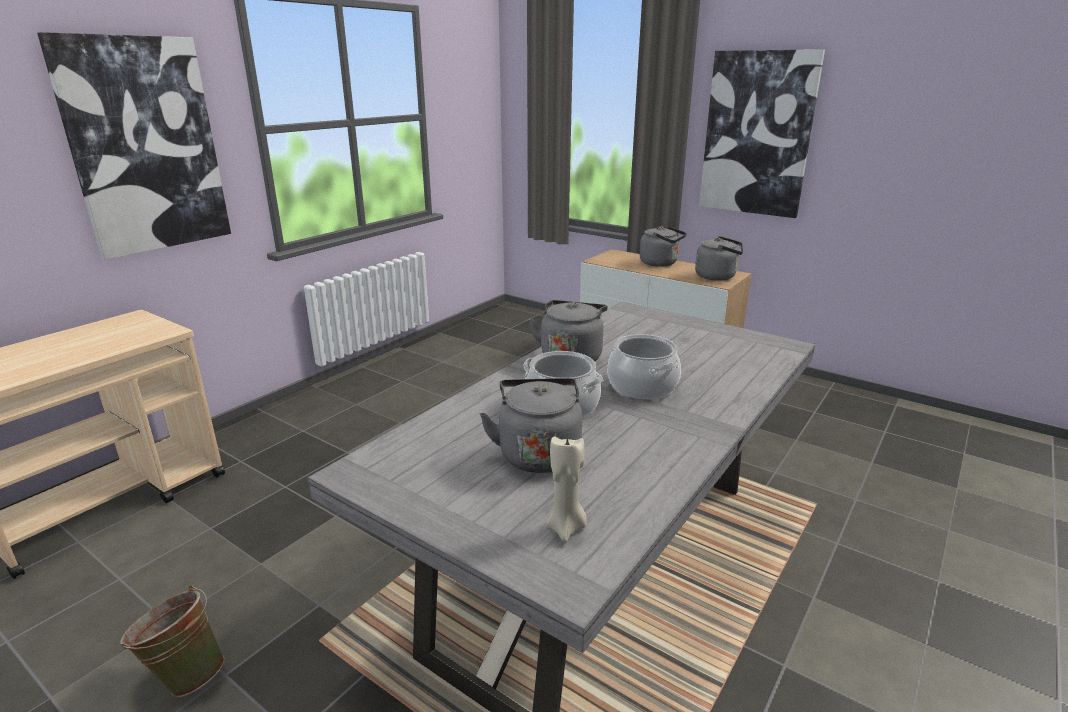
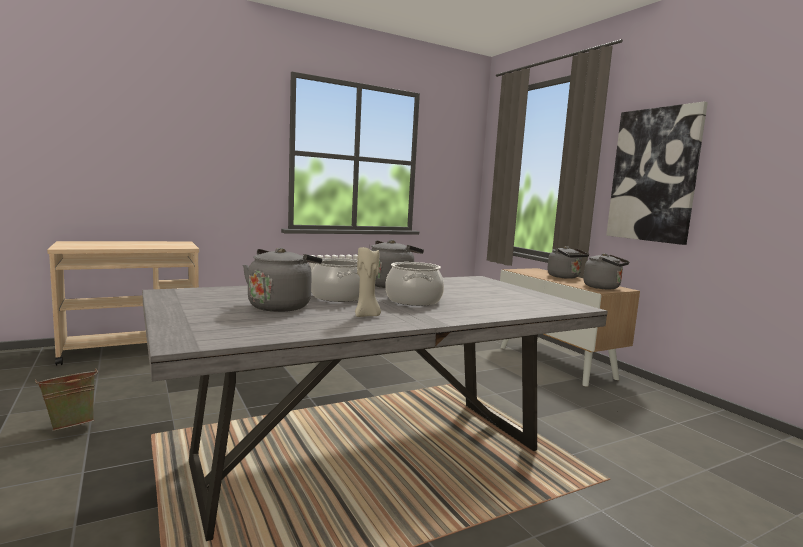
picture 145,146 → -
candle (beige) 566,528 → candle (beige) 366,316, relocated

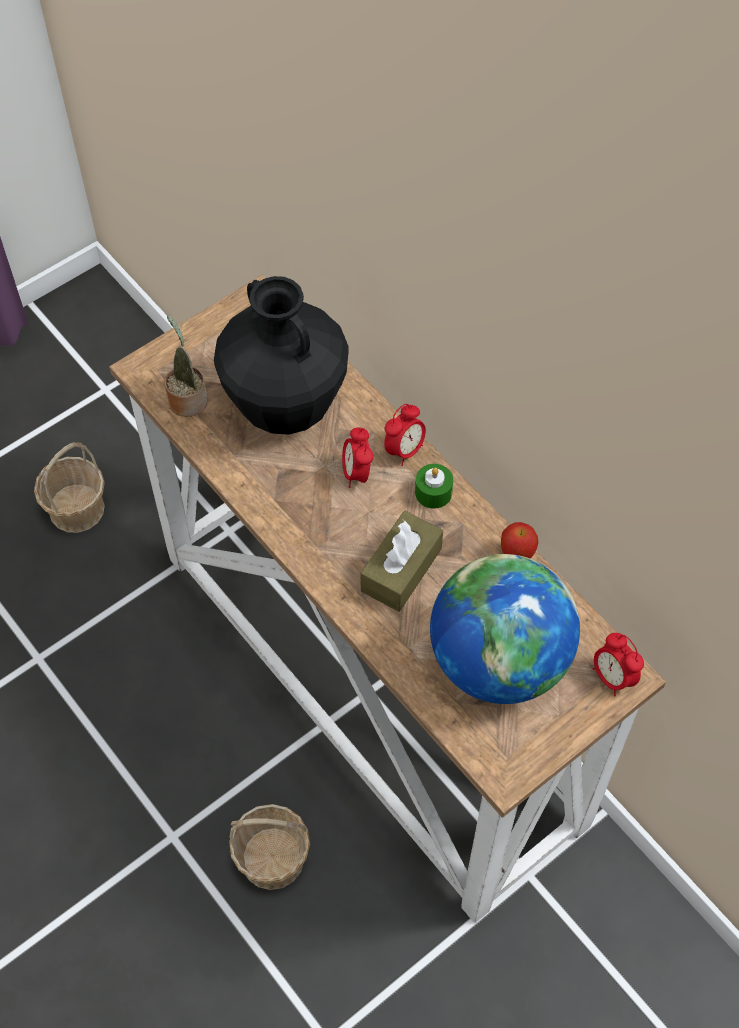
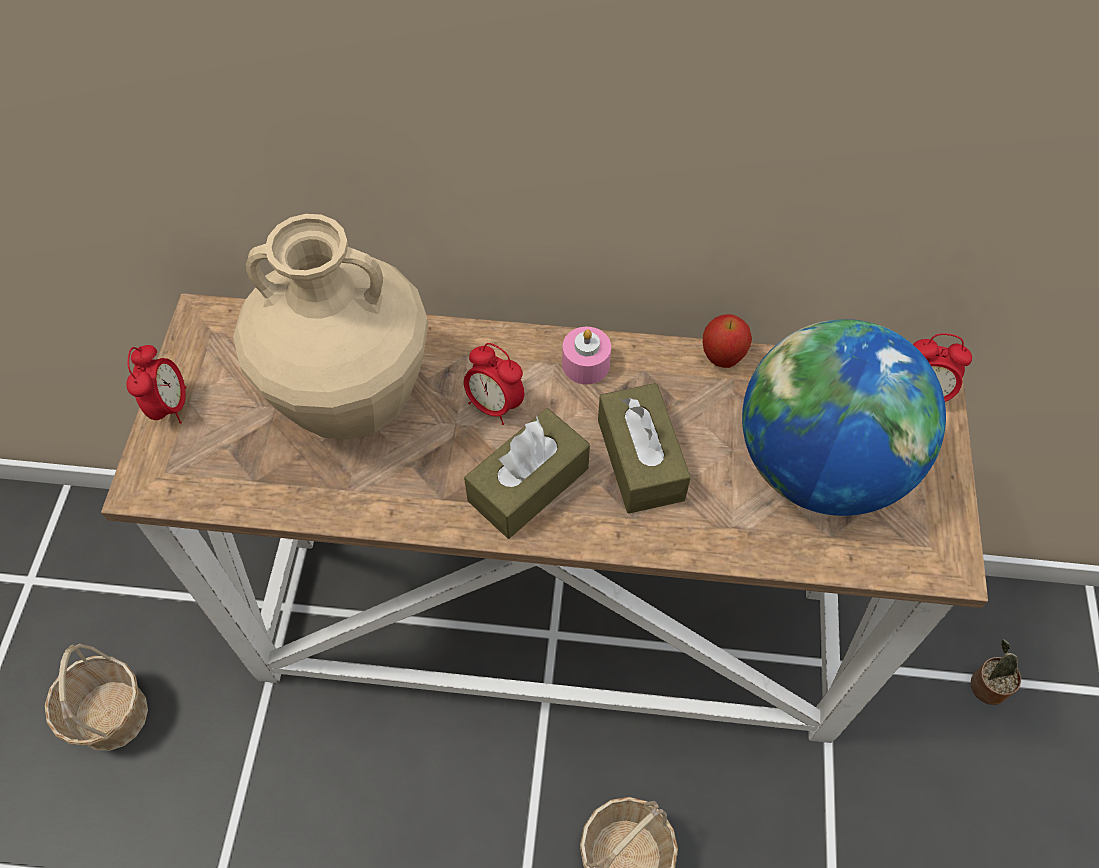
potted plant 187,399 → potted plant 986,684, relocated
vase (black) 285,407 → vase (beige) 351,401
alarm clock 404,450 → alarm clock 169,406, relocated
candle (green) 433,492 → candle (pink) 585,364
- → tissue box (brown) 528,484

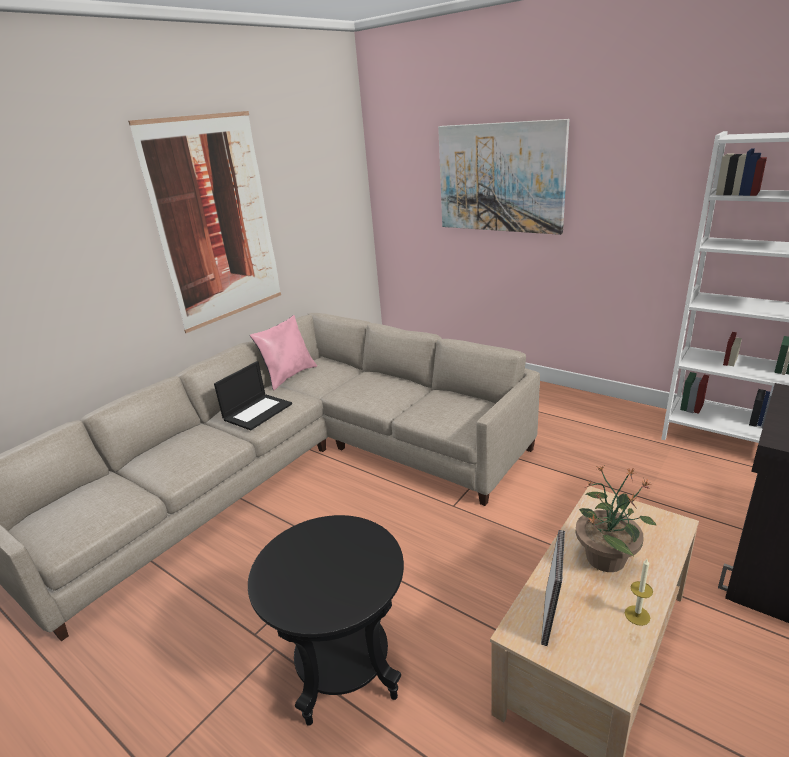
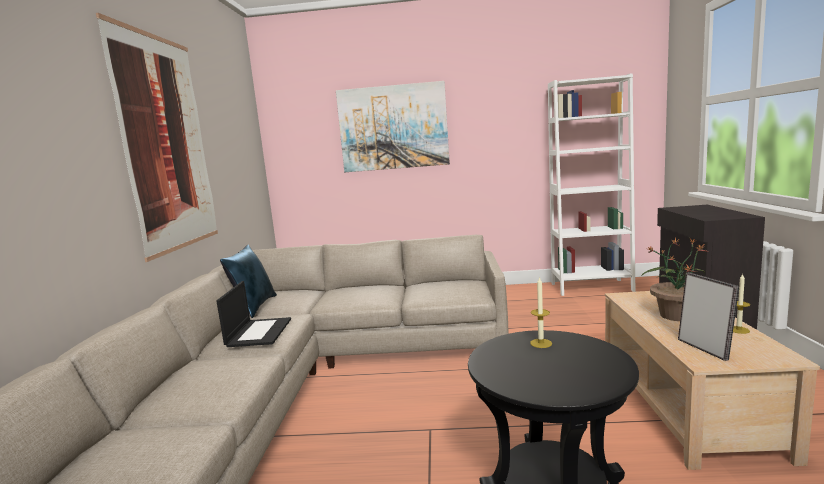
pillow (pink) 289,376 → pillow (blue) 254,307
- → candle 541,343

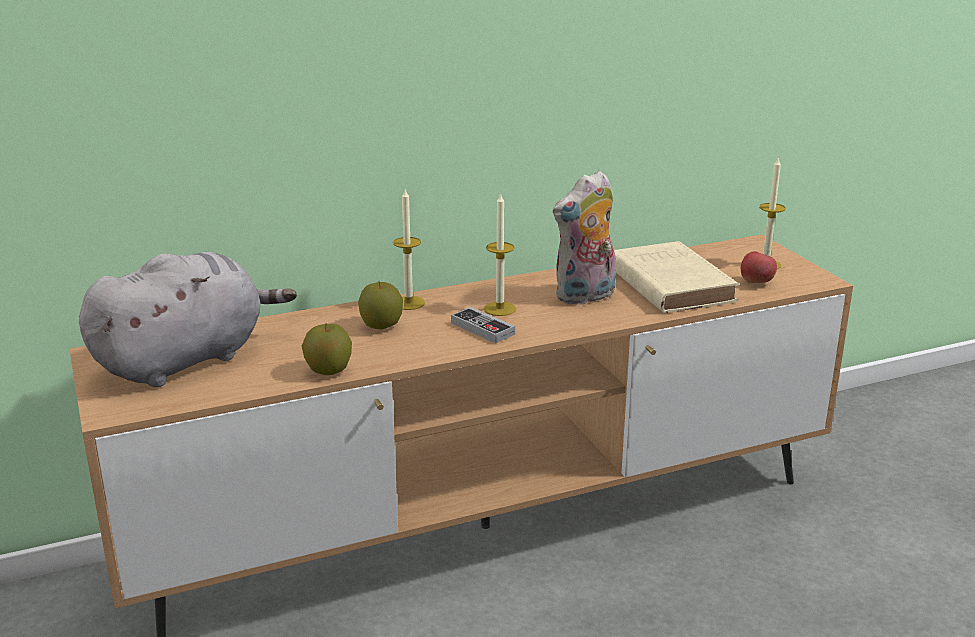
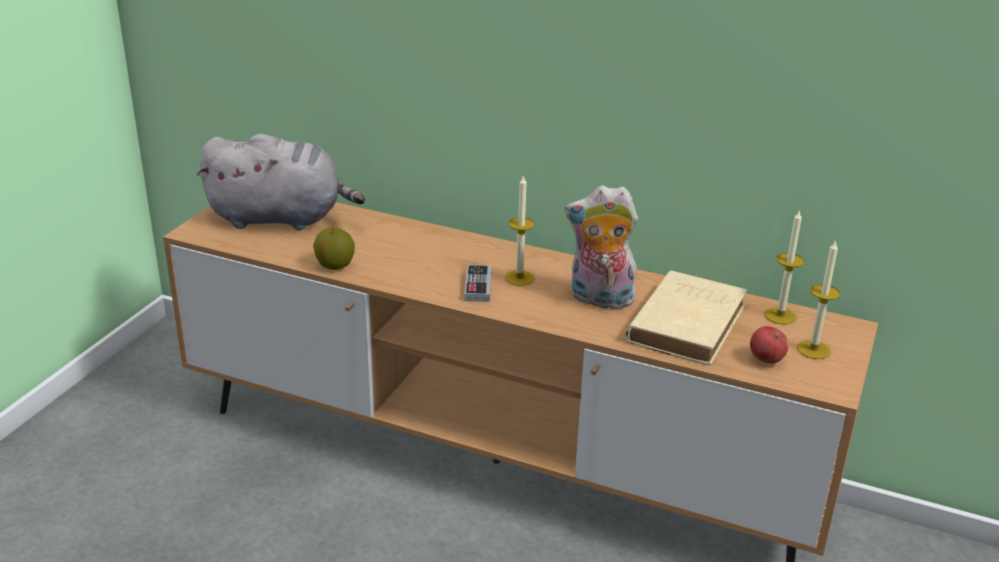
apple 381,326 → -
candle 409,303 → candle 780,316, relocated

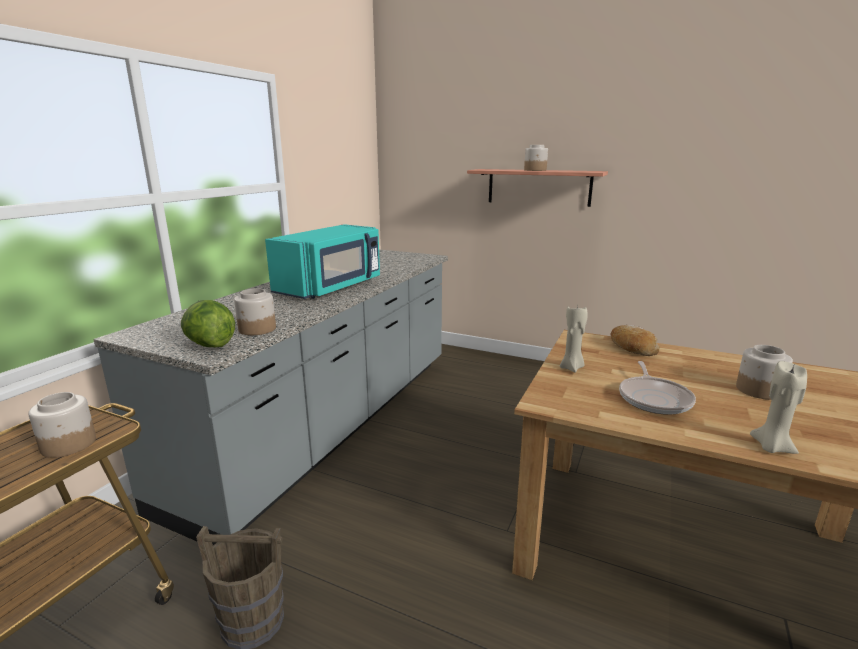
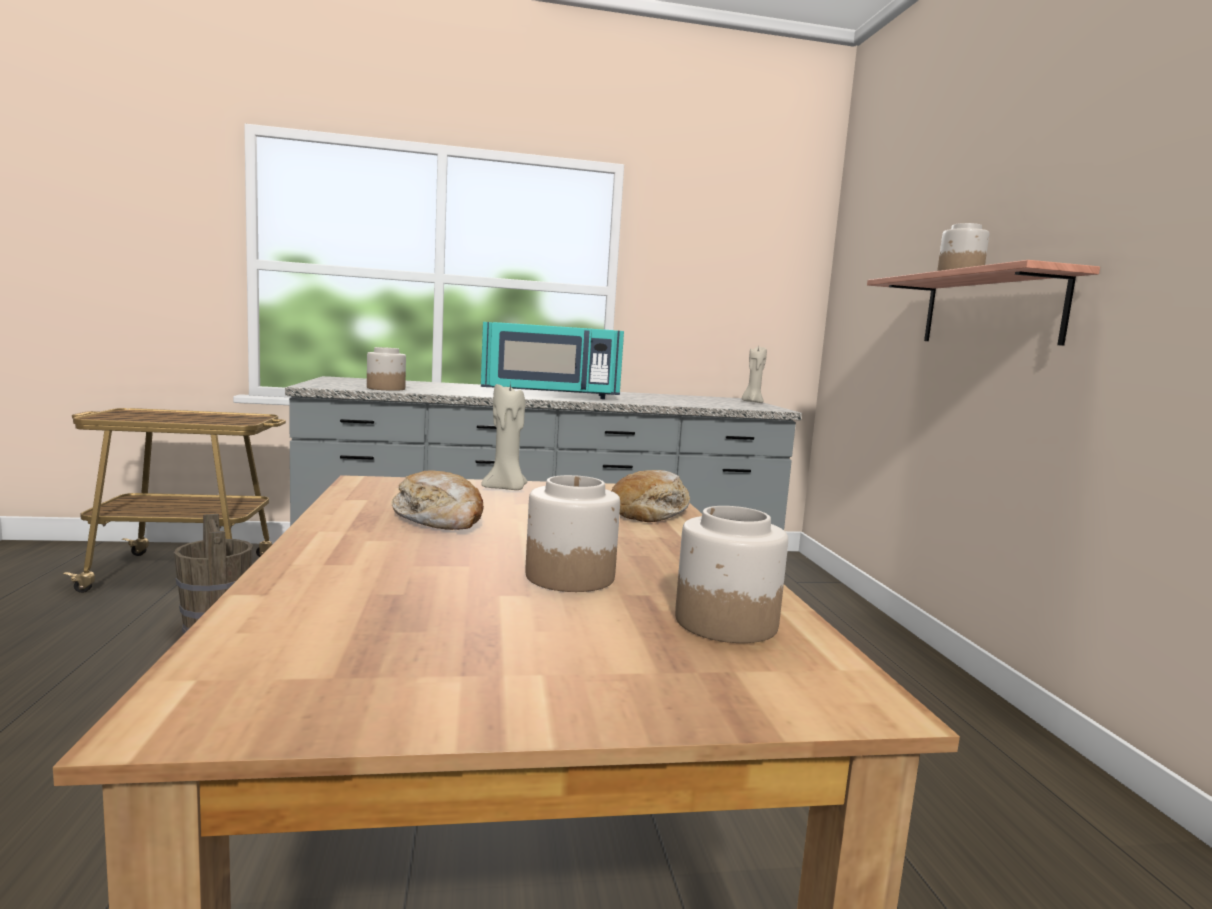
jar 68,444 → jar 724,622, relocated
lettuce 209,345 → -
frying pan 654,398 → bread 440,519
candle (beige) 771,447 → candle (beige) 752,402, relocated

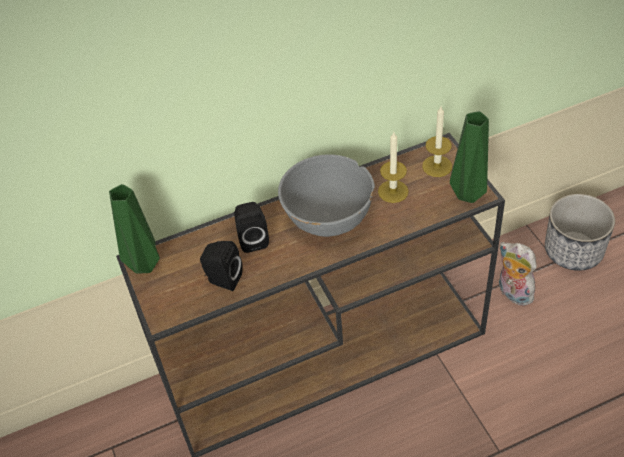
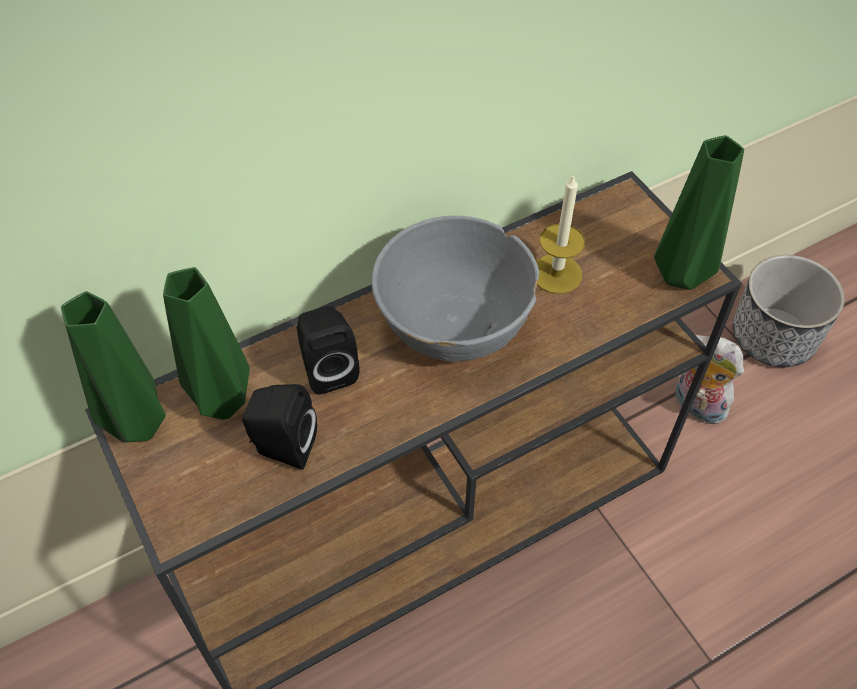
candle 437,166 → -
- → vase (green) 221,404

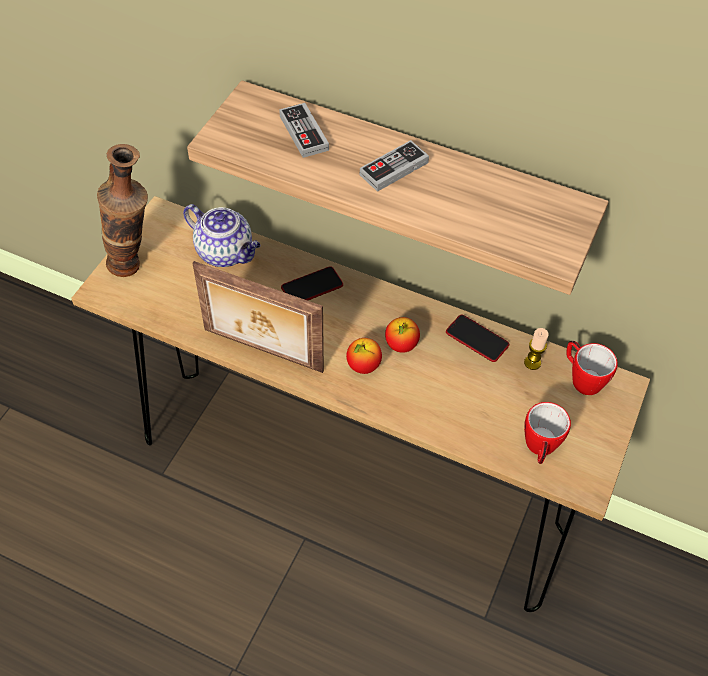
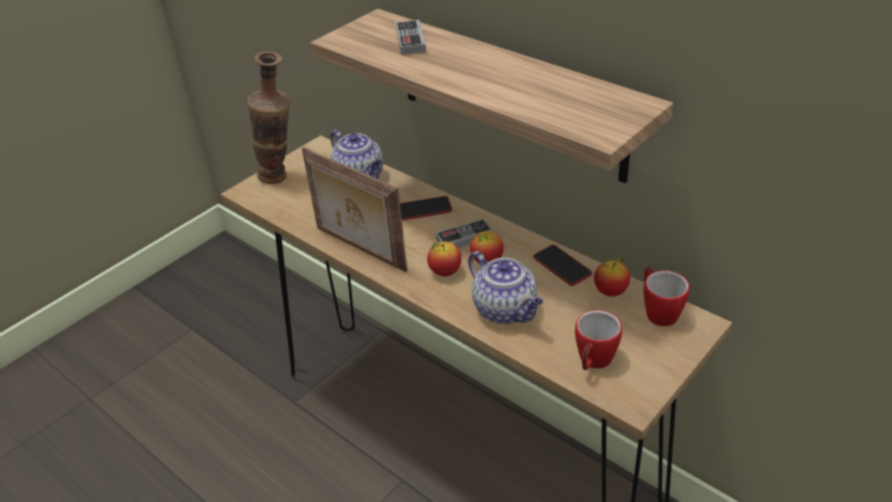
game controller 394,169 → game controller 464,238, relocated
candle 532,363 → apple 610,292
- → teapot 506,310

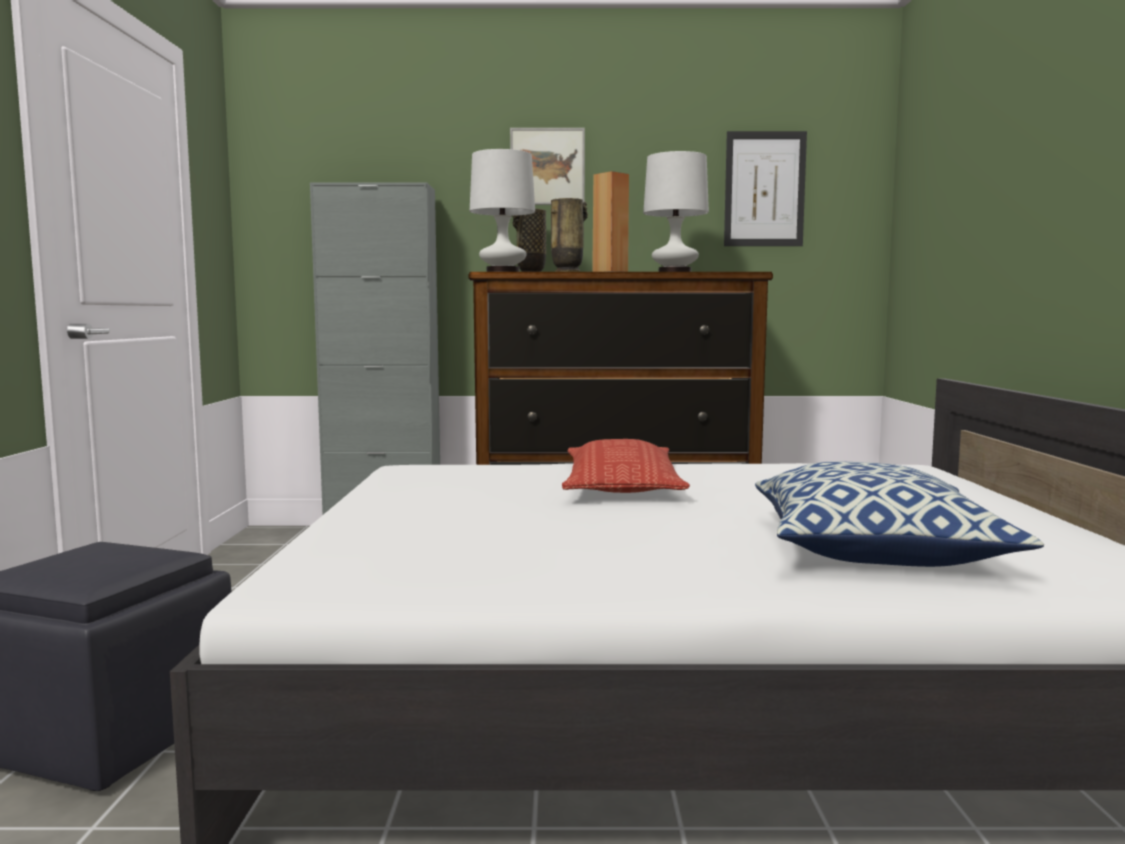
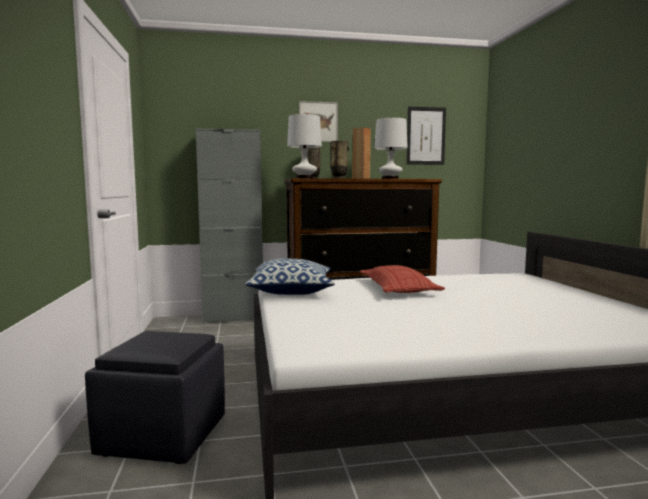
pillow 875,551 → pillow 291,291, relocated

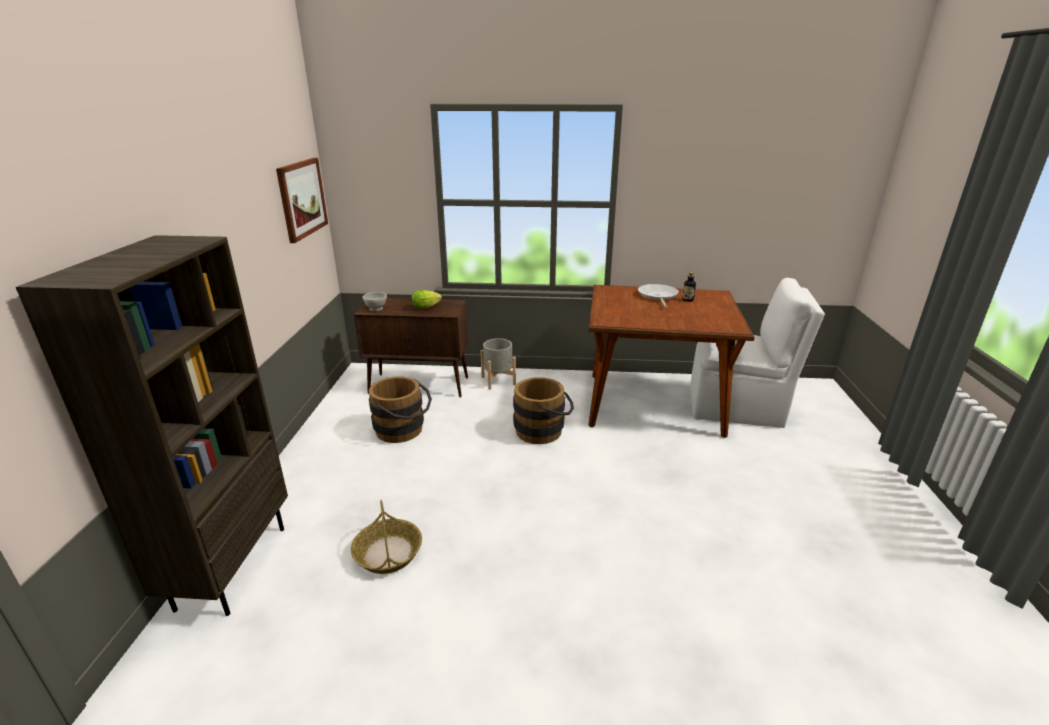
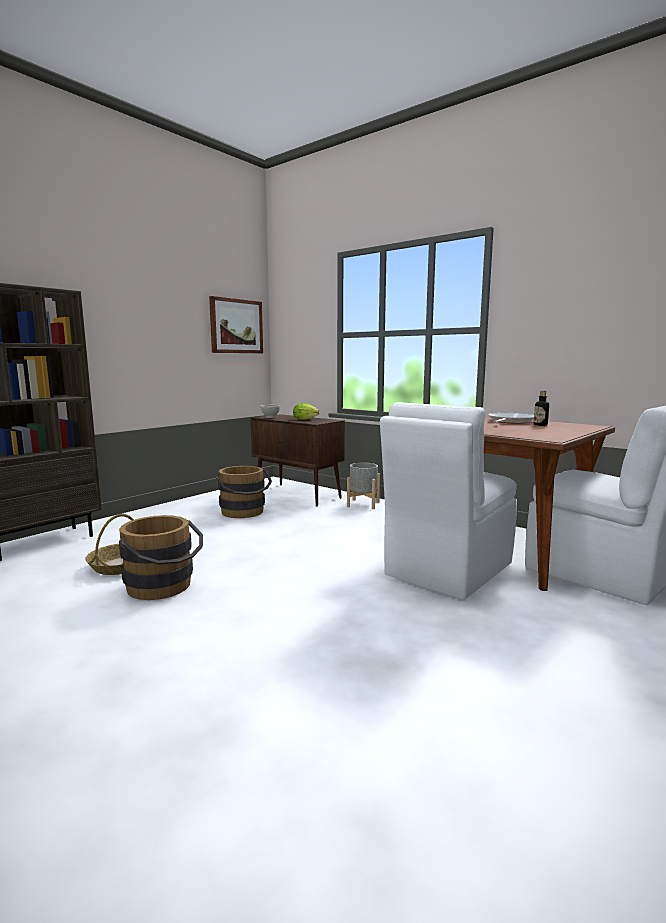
bucket (brown) 543,431 → bucket (brown) 163,587, relocated
- → chair (white) 447,570

